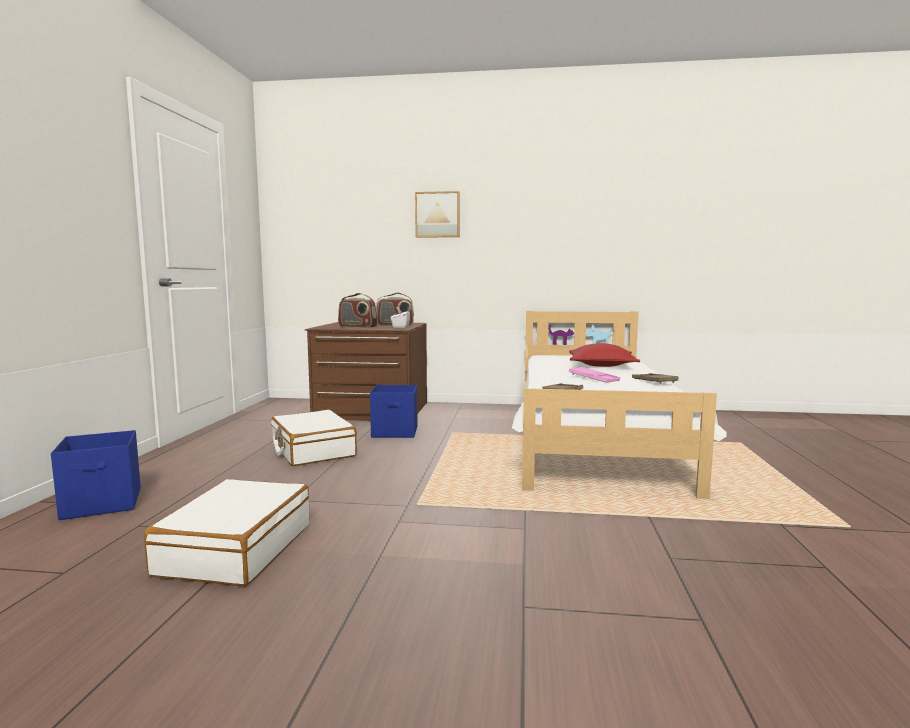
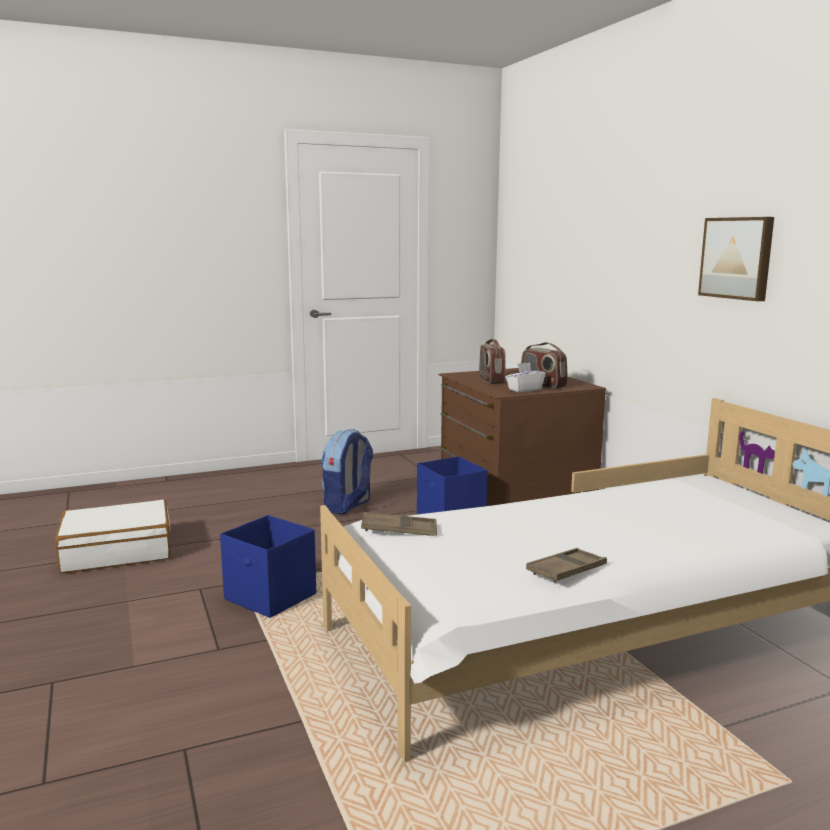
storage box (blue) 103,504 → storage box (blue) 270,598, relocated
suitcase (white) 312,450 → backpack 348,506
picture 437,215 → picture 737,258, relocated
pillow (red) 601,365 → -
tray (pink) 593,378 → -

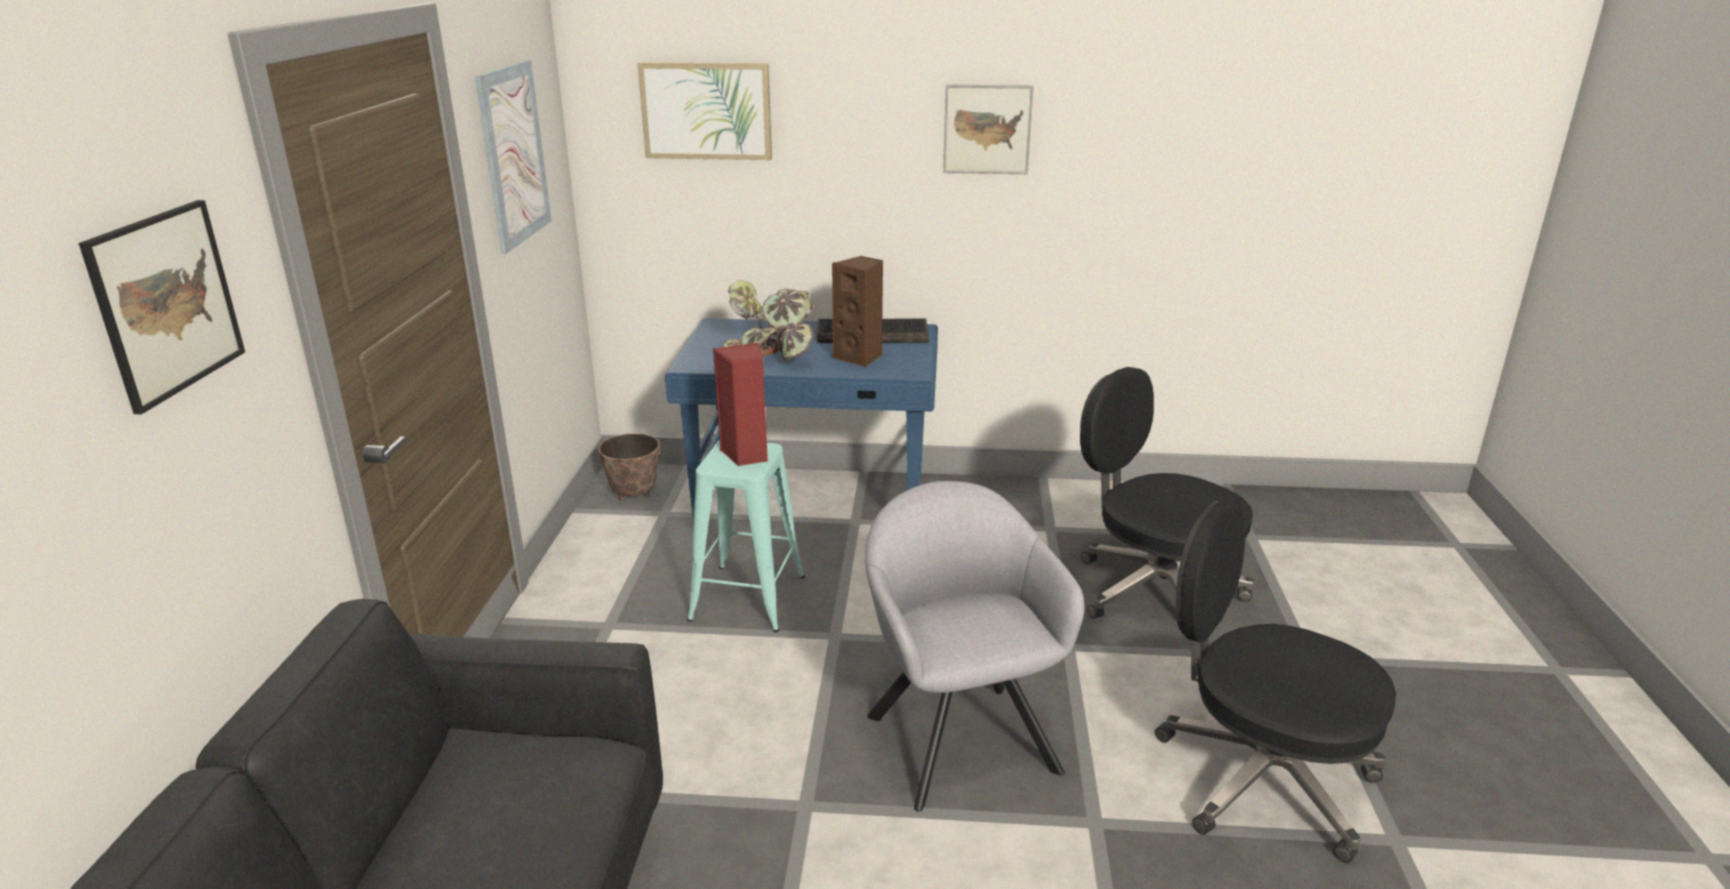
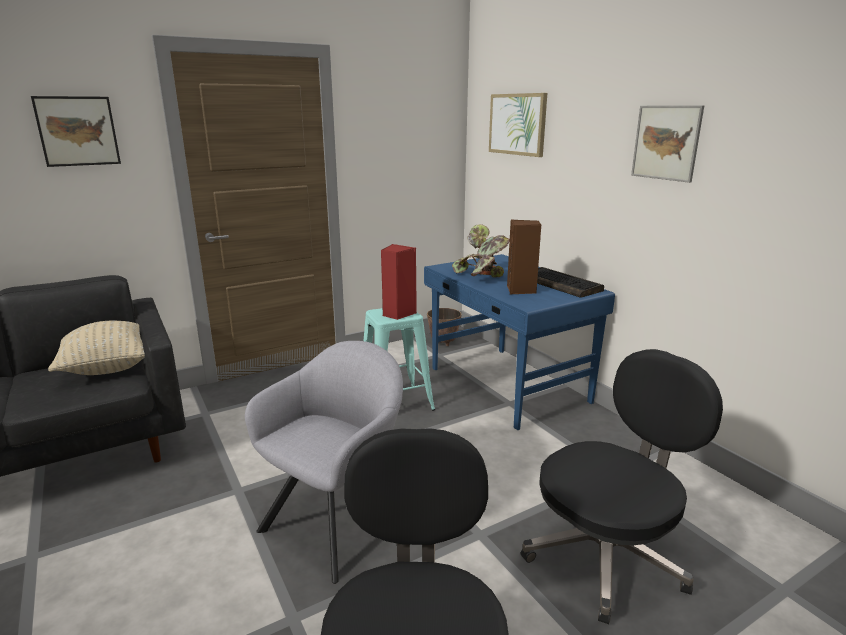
picture 513,154 → -
office chair (black) 1154,591 → office chair (black) 606,555, 45 degrees clockwise
- → pillow (beige) 108,367

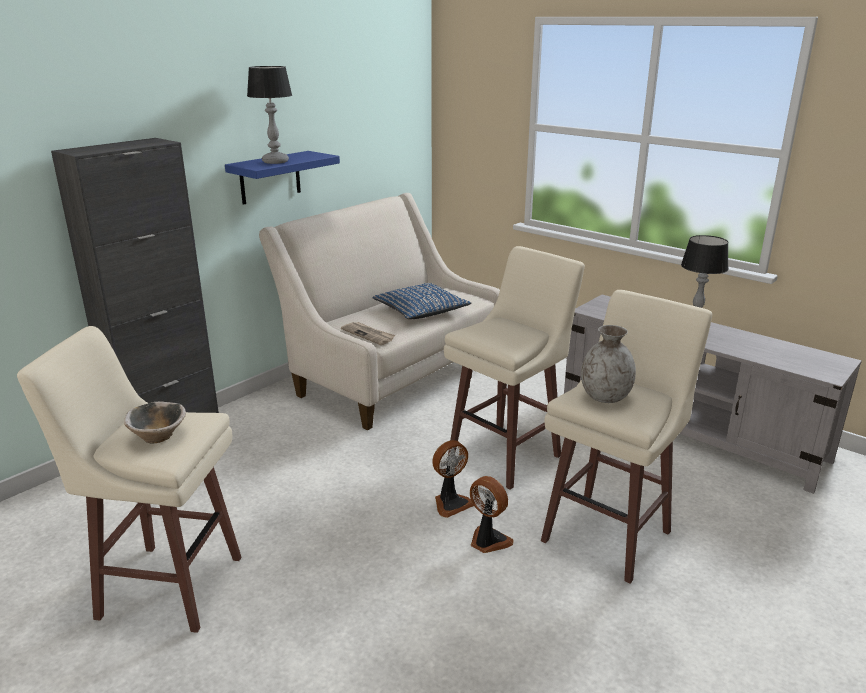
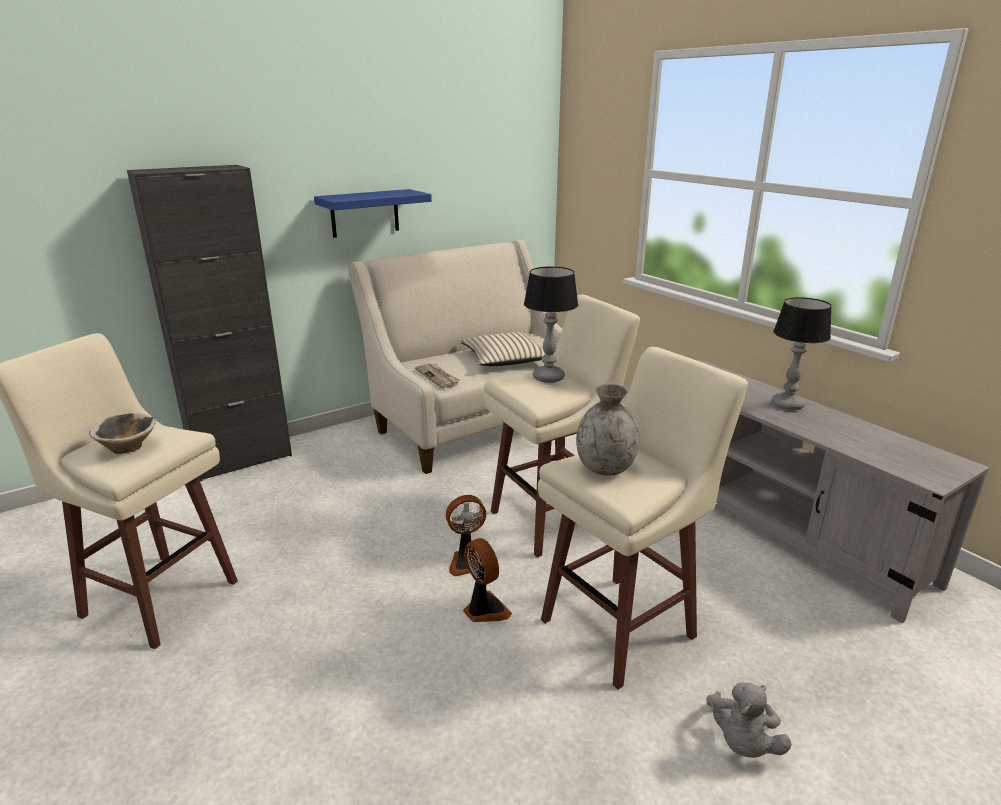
table lamp 276,161 → table lamp 549,378, relocated
pillow (blue) 421,310 → pillow (beige) 505,358
- → plush toy (grey) 742,742

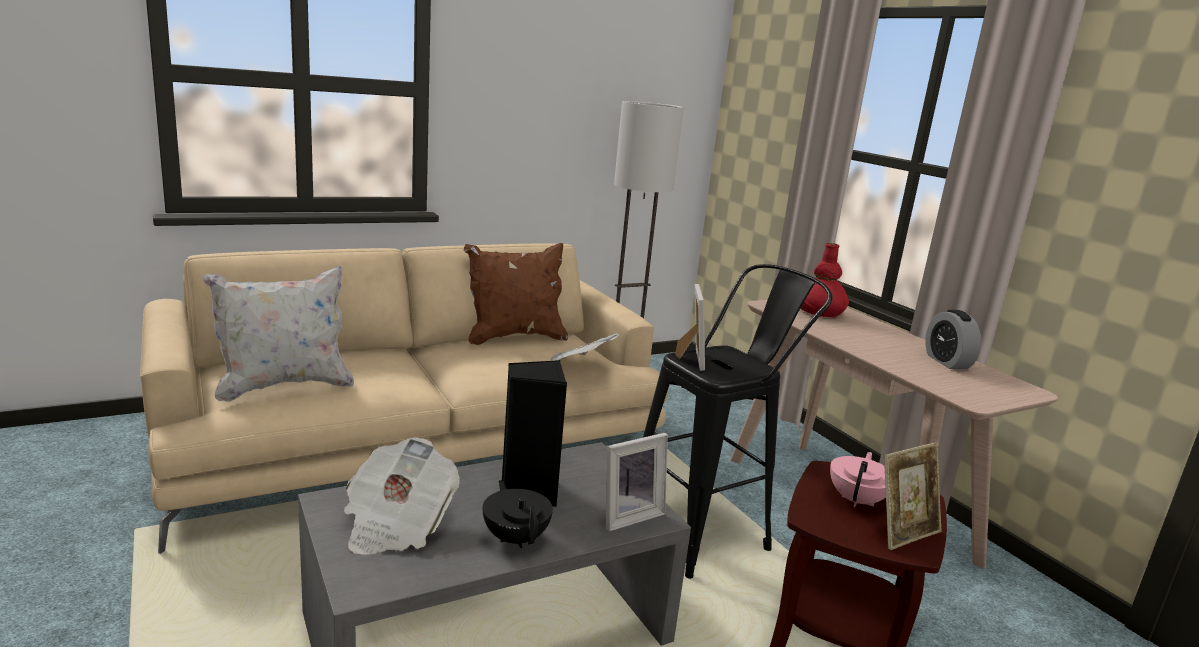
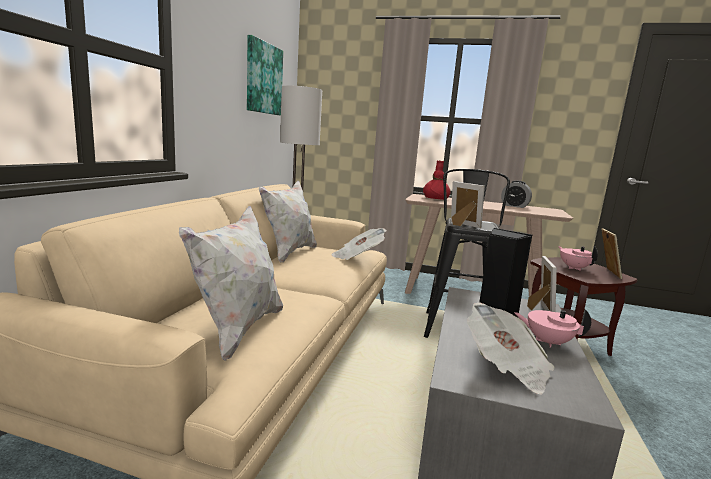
pillow (brown) 514,337 → pillow (white) 288,253
teapot (black) 516,537 → teapot (pink) 547,342
- → picture 263,78

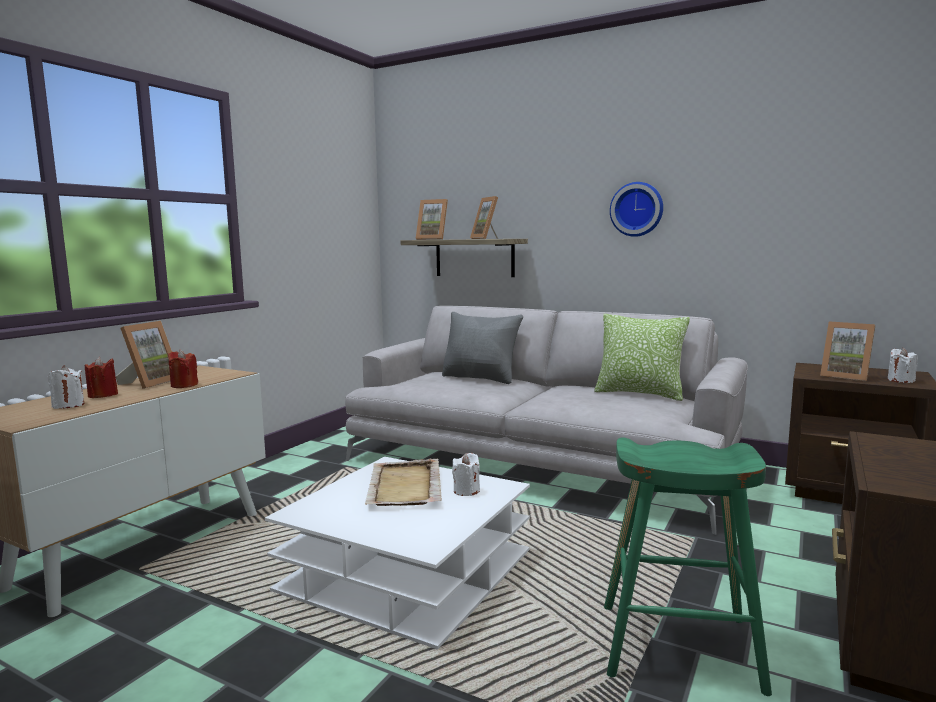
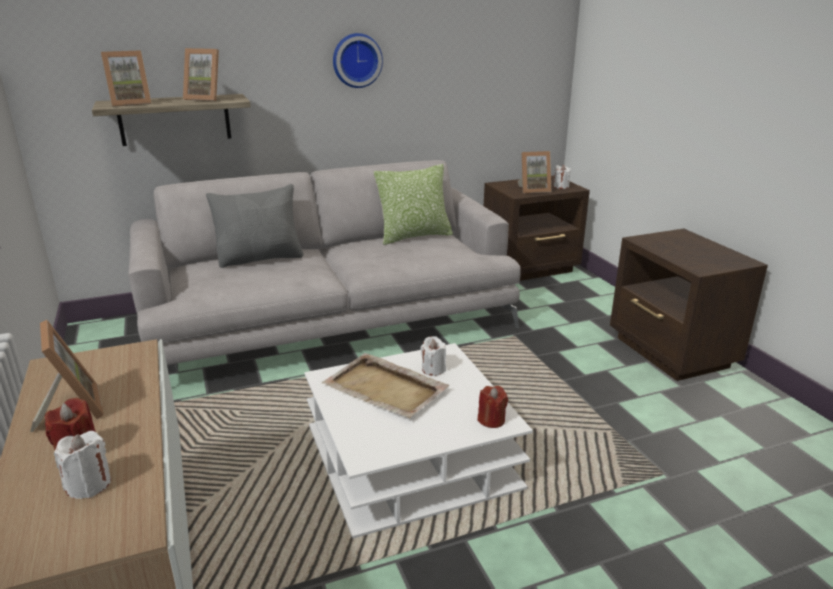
candle (red) 184,385 → candle (red) 491,420, relocated
stool (green) 679,647 → -

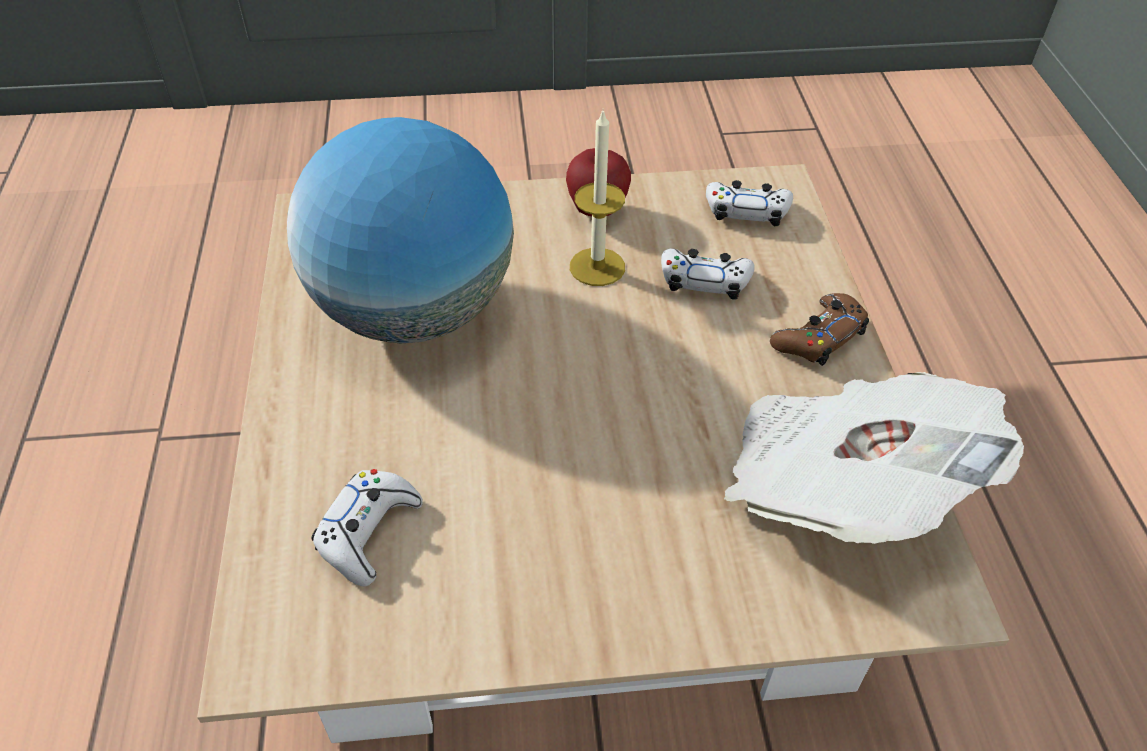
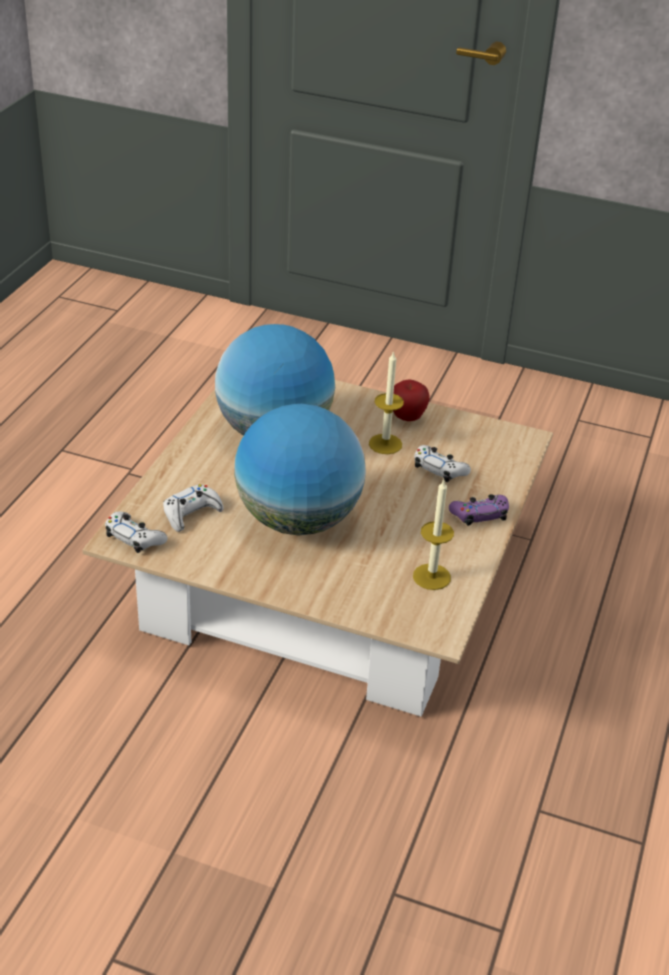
game controller (white) 747,211 → game controller (white) 134,538, relocated
newspaper 841,486 → candle 431,577
game controller (brown) 819,337 → game controller (purple) 479,514
- → globe 298,519

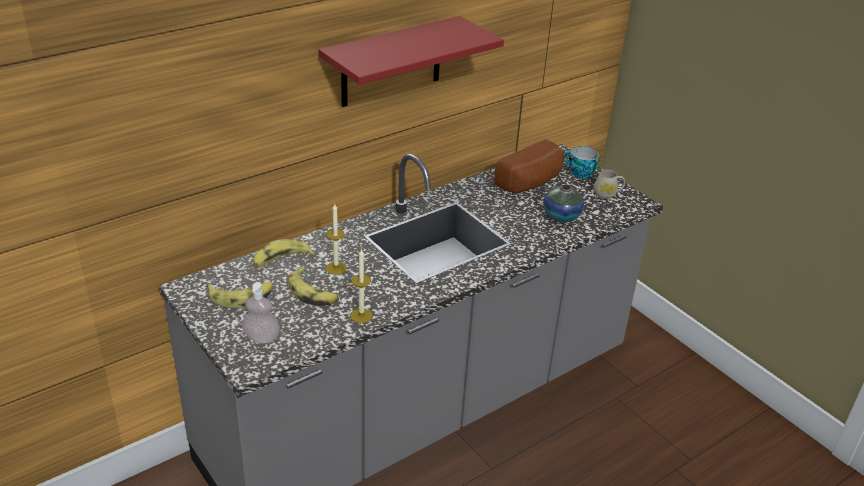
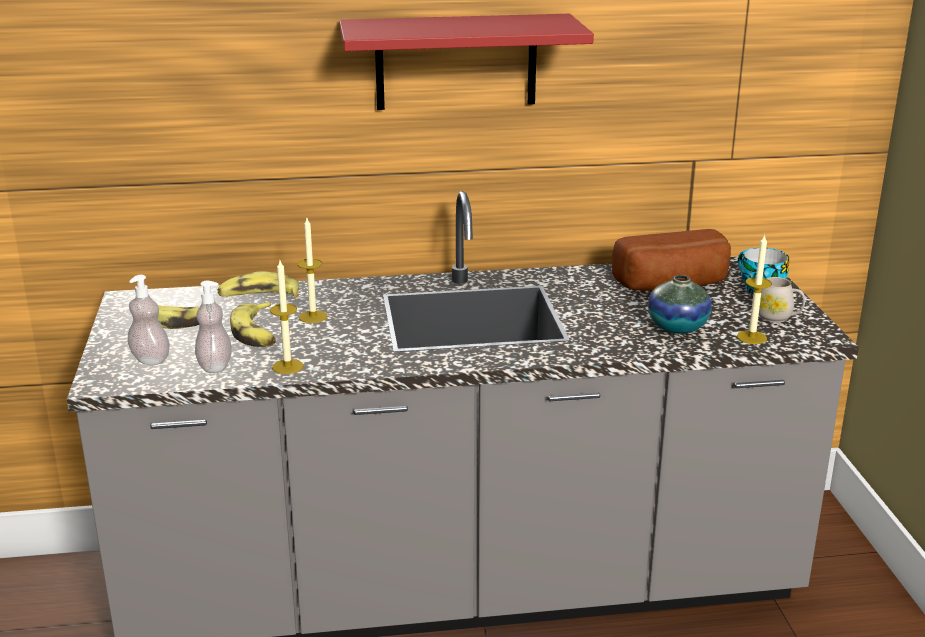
- → soap dispenser 215,366
- → candle 751,337

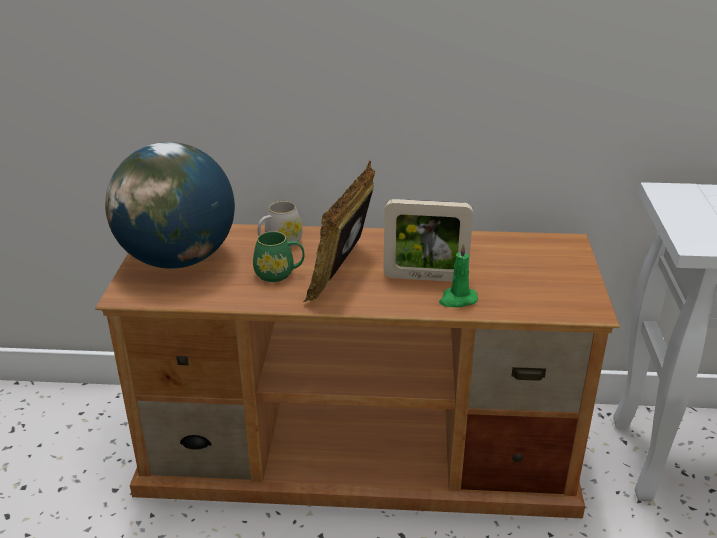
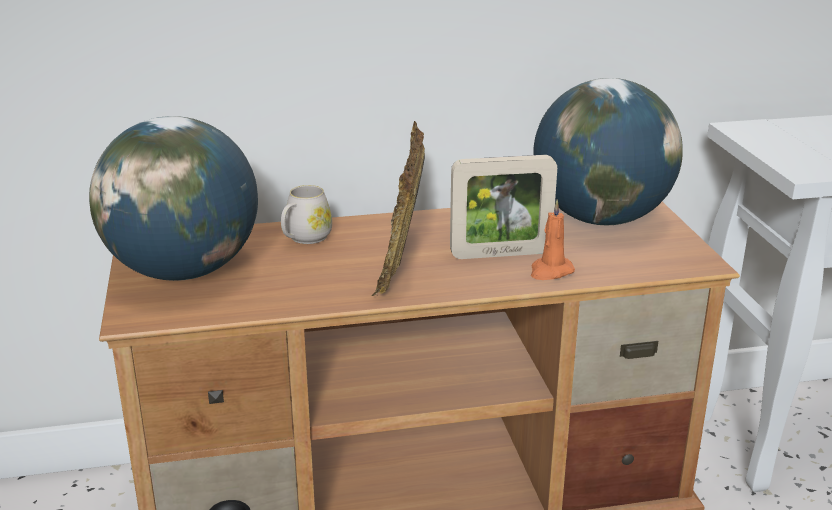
mug (green) 279,274 → -
candle (green) 457,299 → candle (orange) 550,271
- → globe 600,219

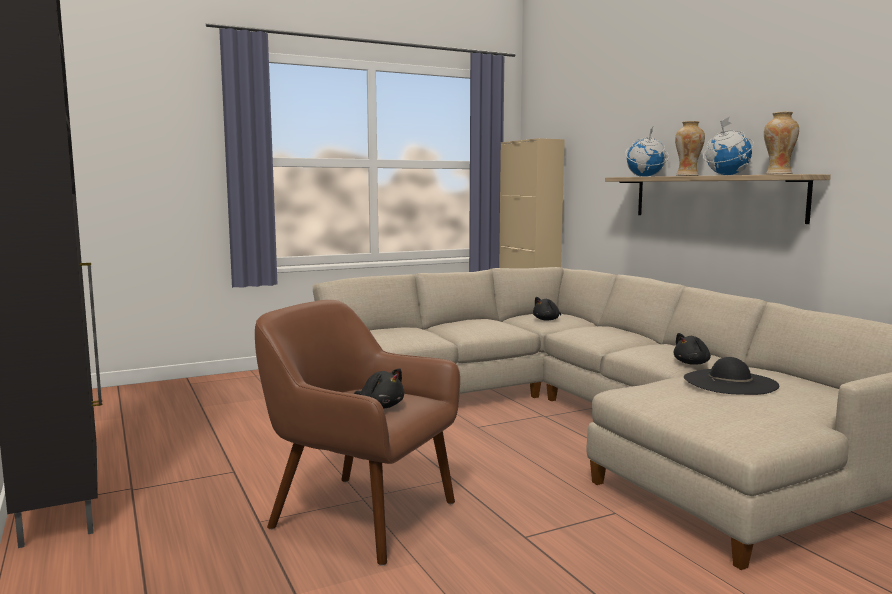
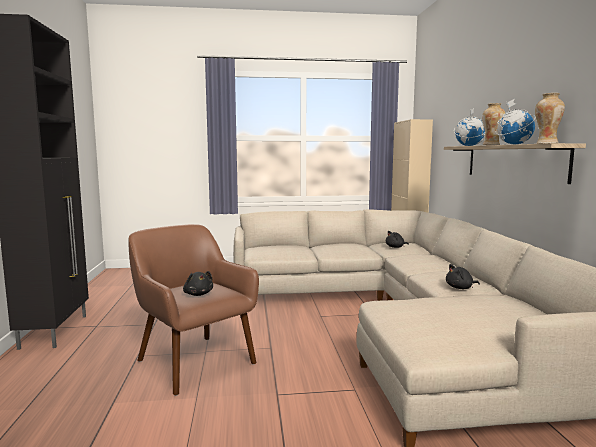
hat (black) 730,382 → -

